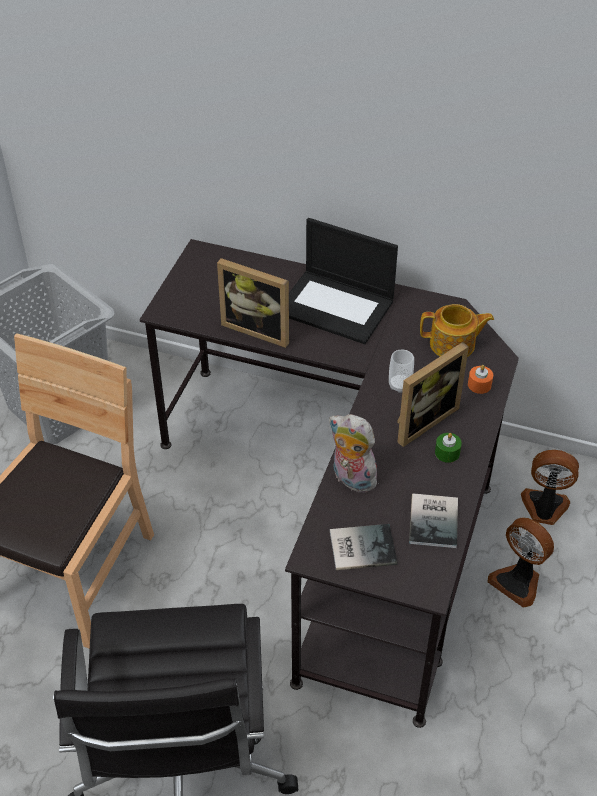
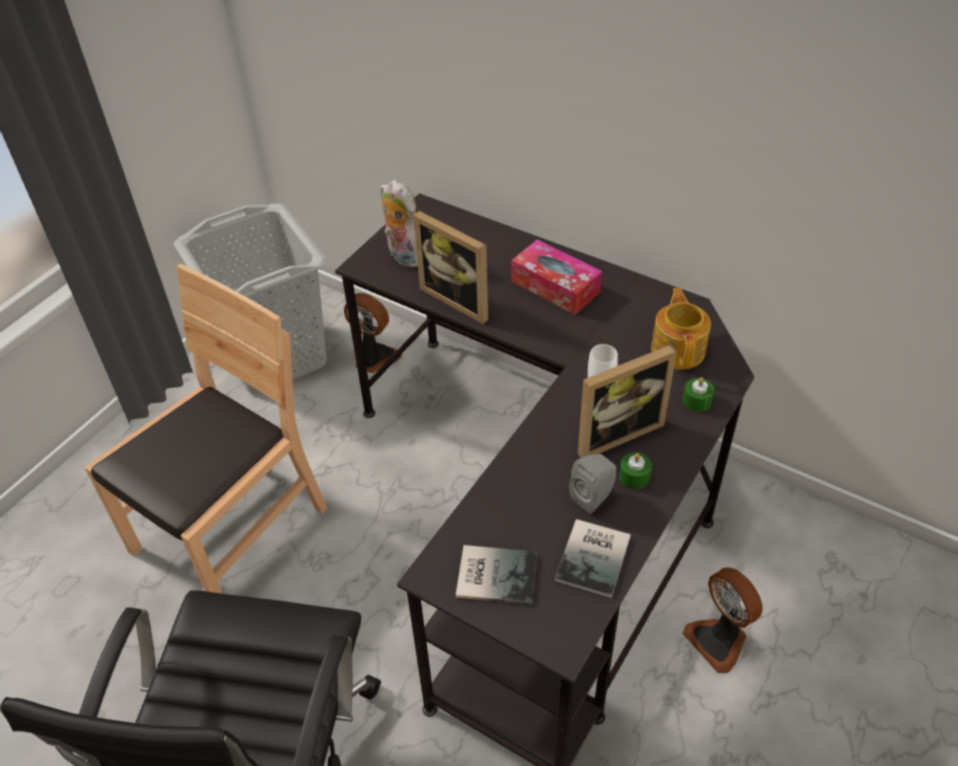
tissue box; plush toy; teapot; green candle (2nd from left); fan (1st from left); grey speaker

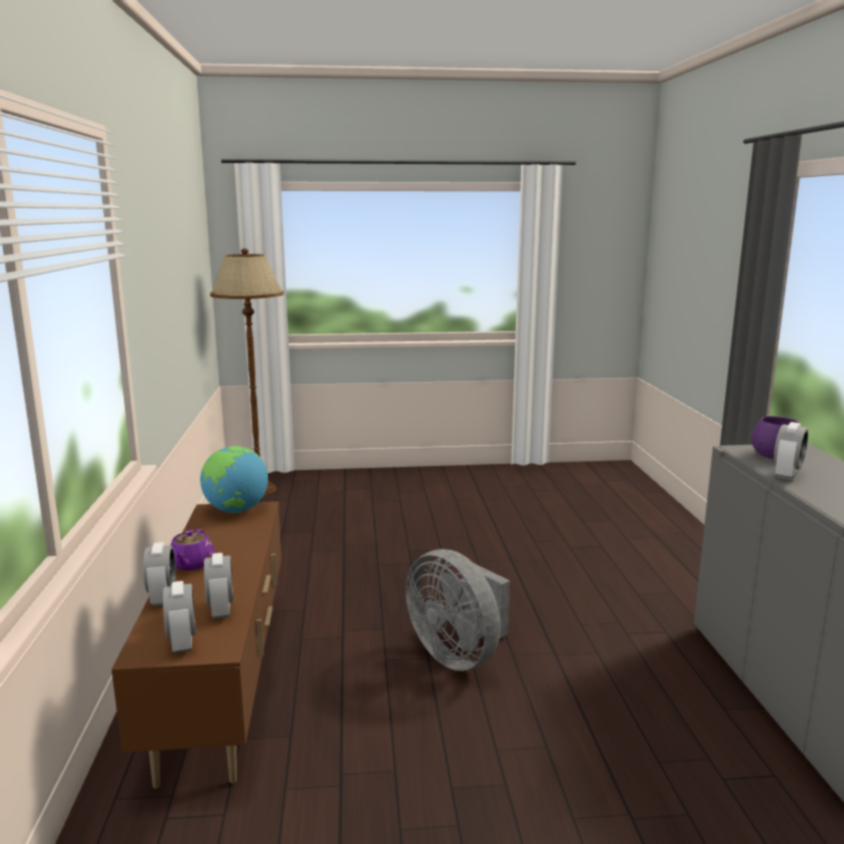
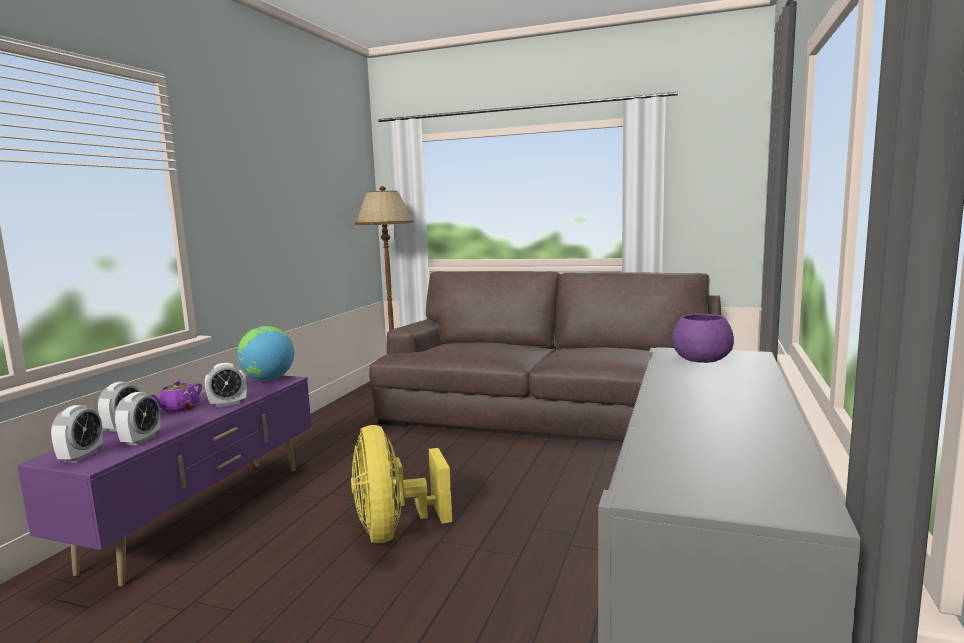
purple tv stand; yellow fan; alarm clock (4th from left); brown sofa

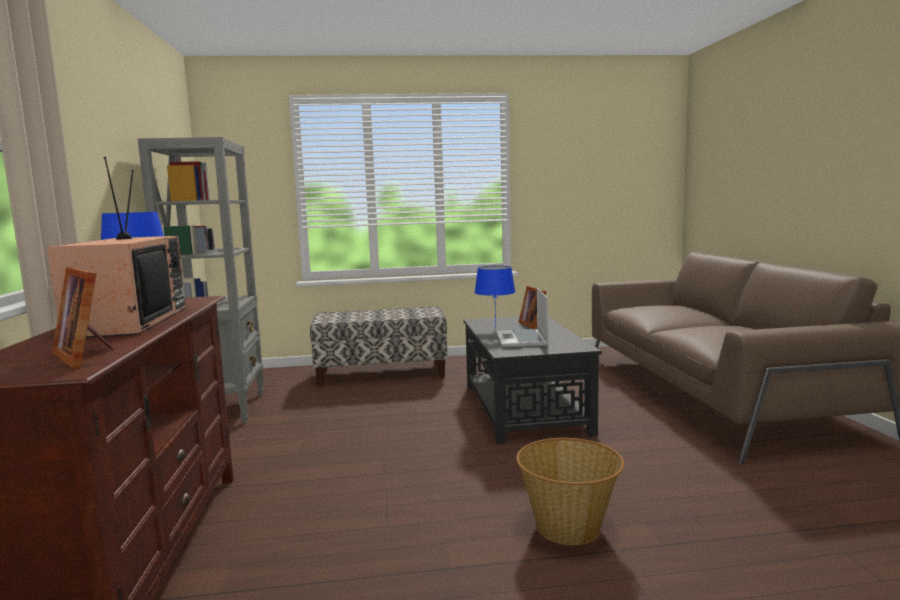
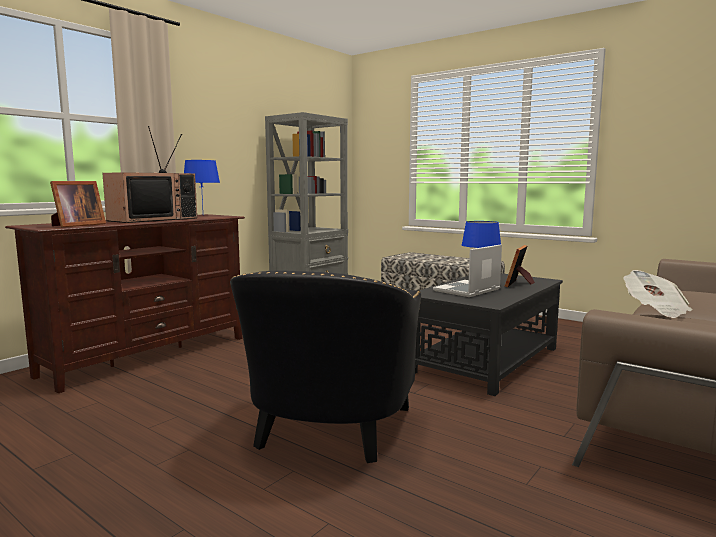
picture frame (1st from left); black armchair; newspaper

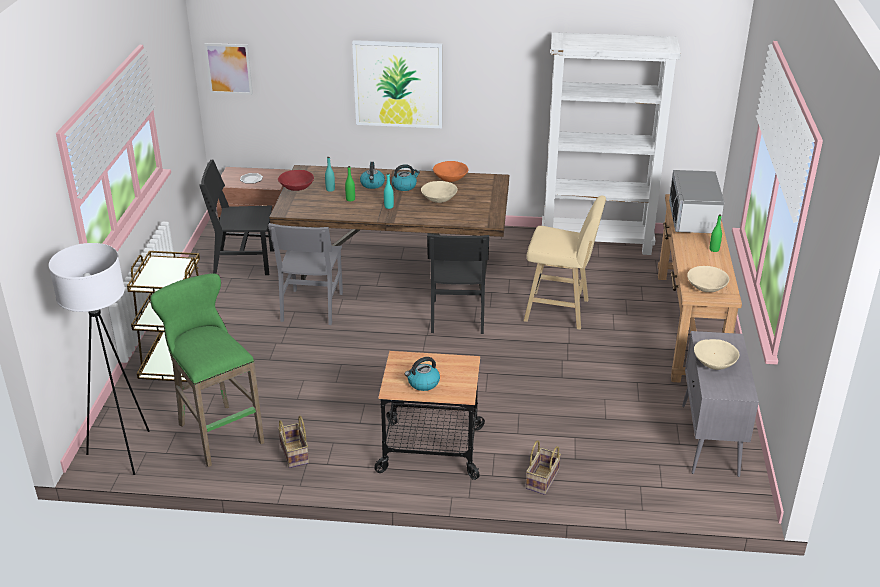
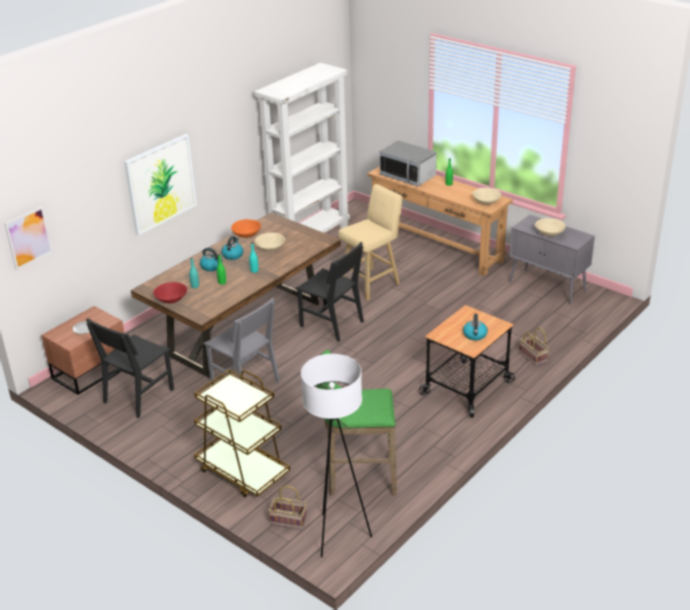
basket (1st from left)

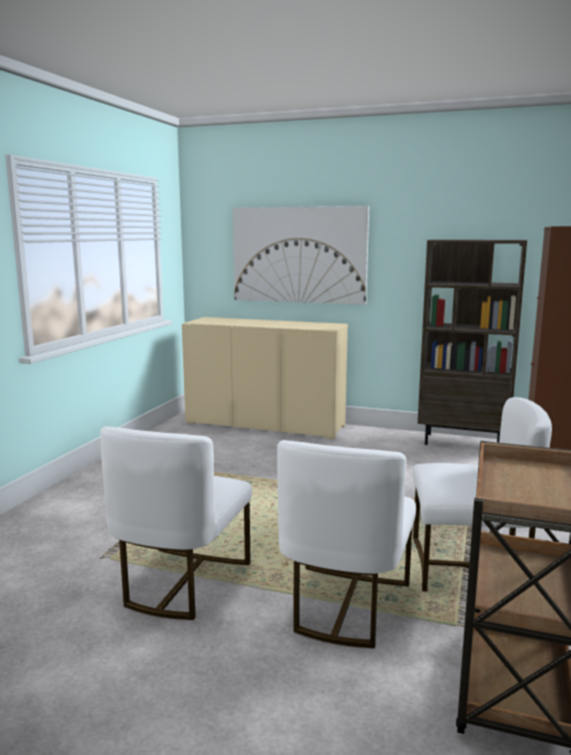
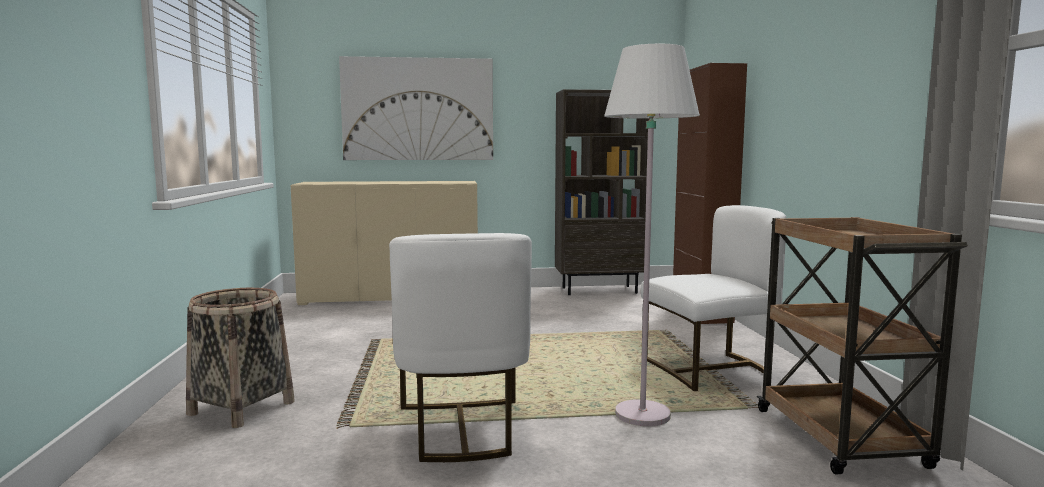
white floor lamp; basket

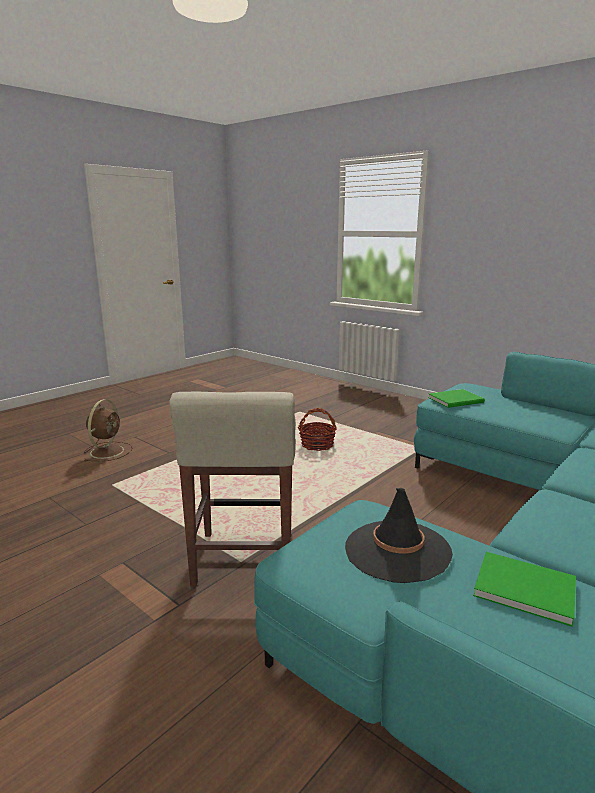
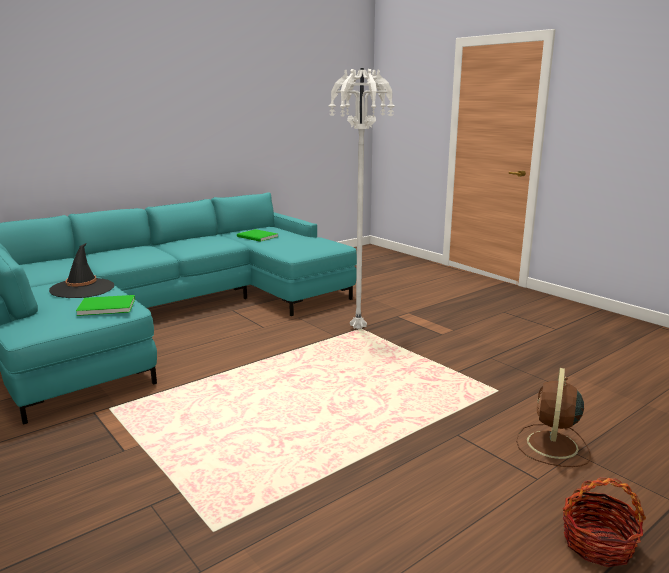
white floor lamp; basket; black hat

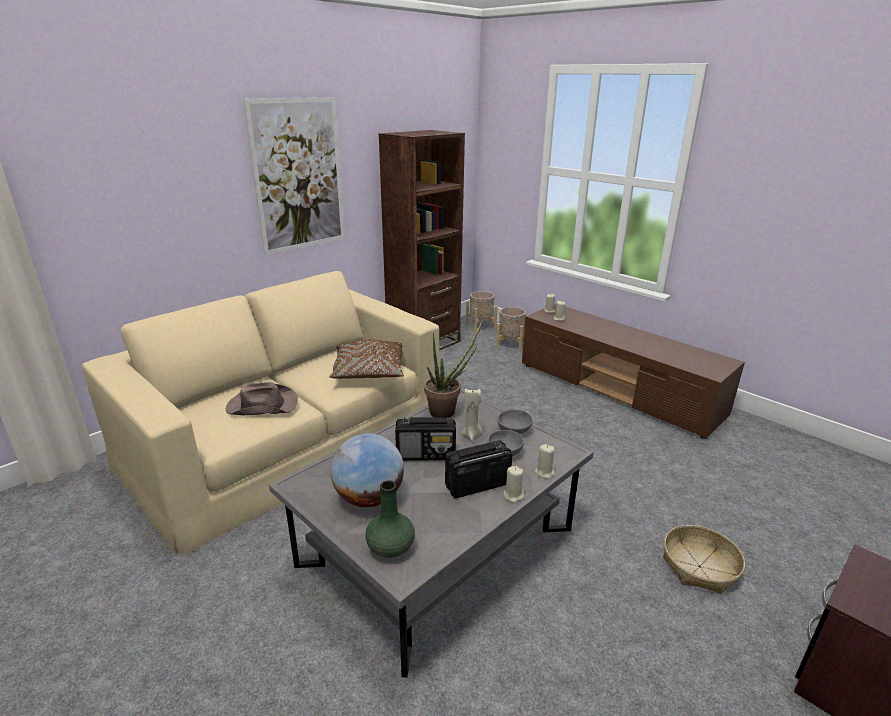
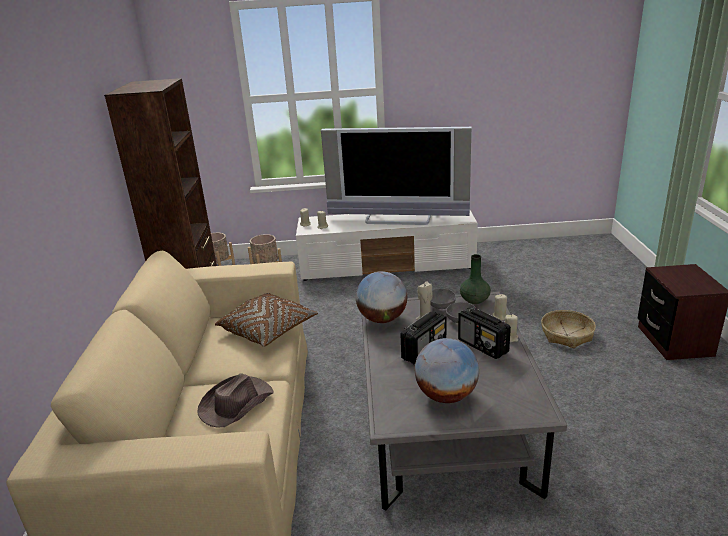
picture; green vase; globe (1st from left); radio (2nd from left); white tv stand; television

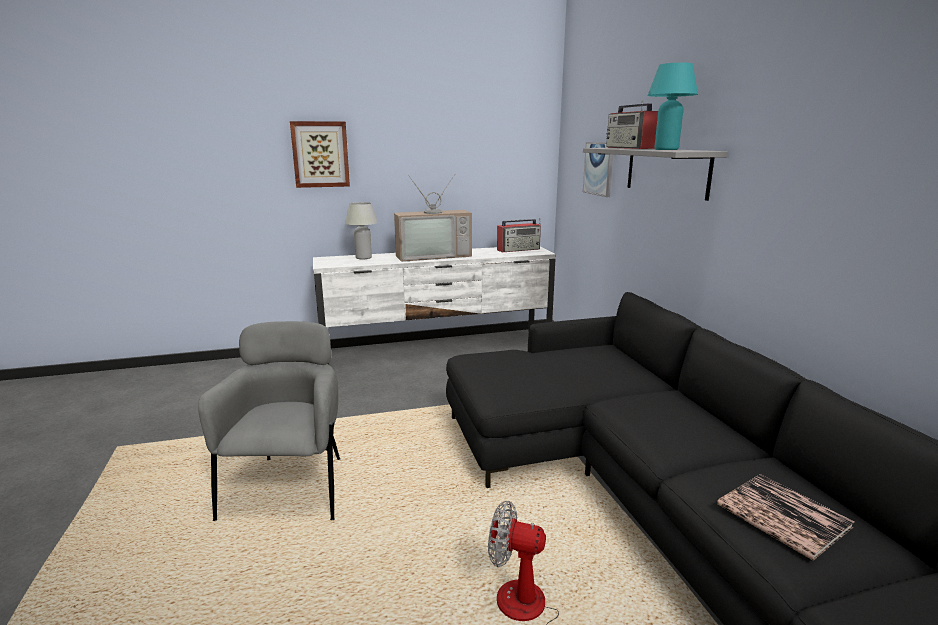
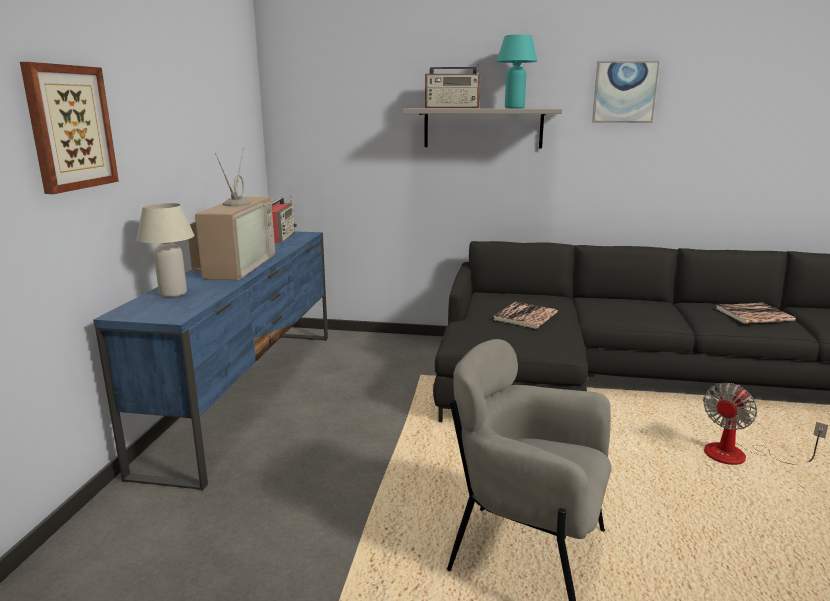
blue tv stand; picture (2nd from left); book (1st from left)

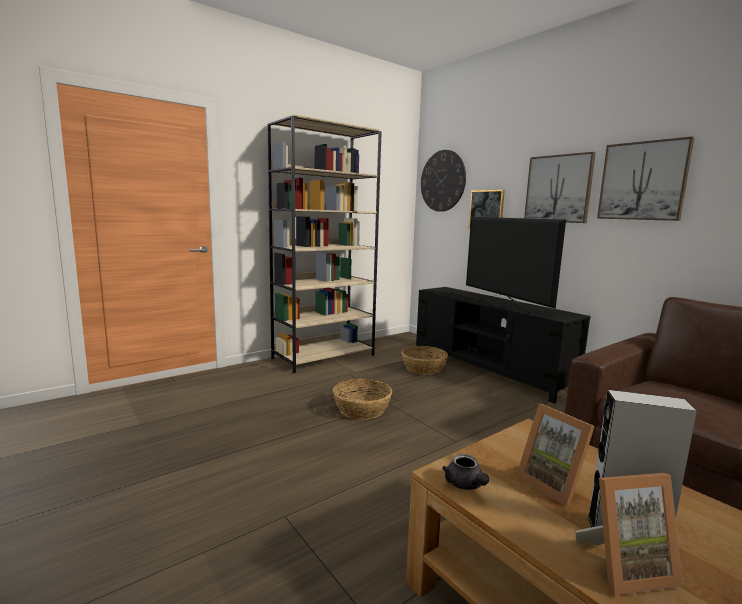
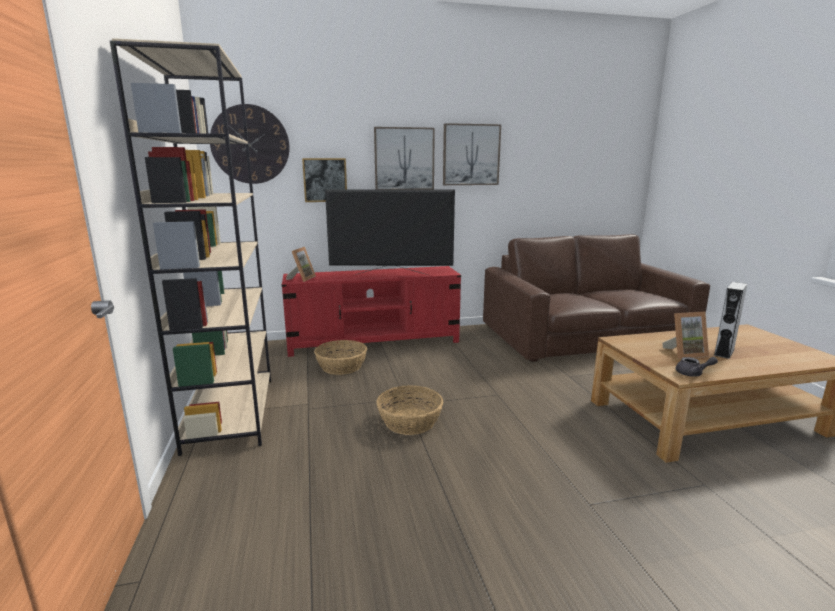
red tv stand; picture frame (1st from left)

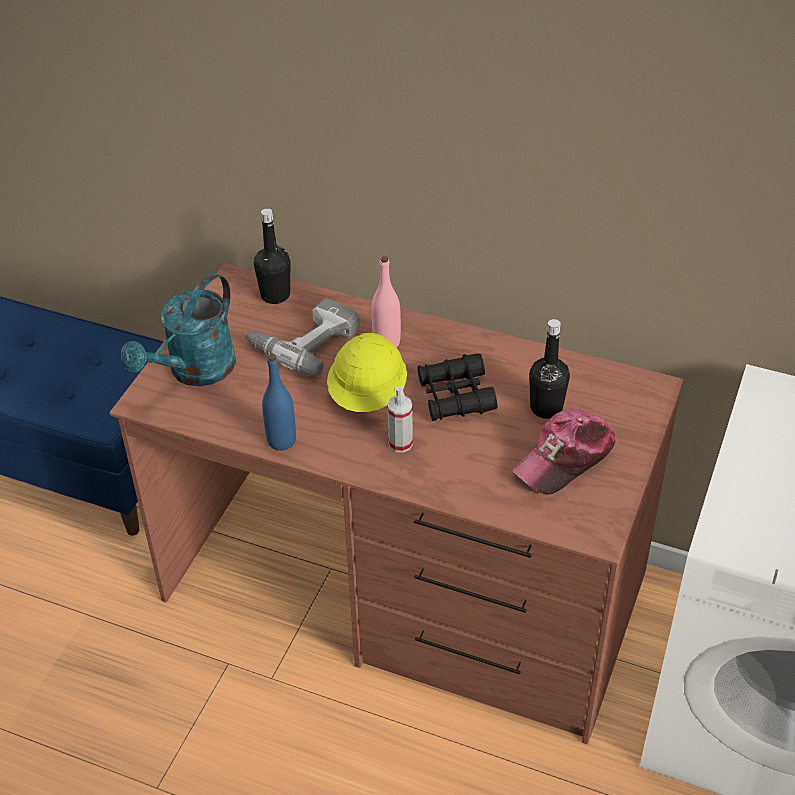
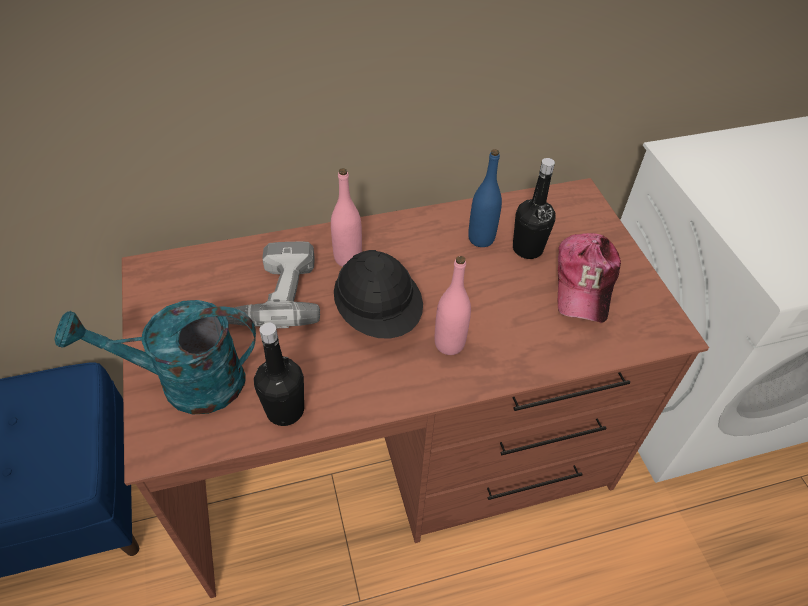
turquoise watering can; black bottle (1st from left); blue bottle; black hard hat; pink bottle (2nd from left); black binoculars

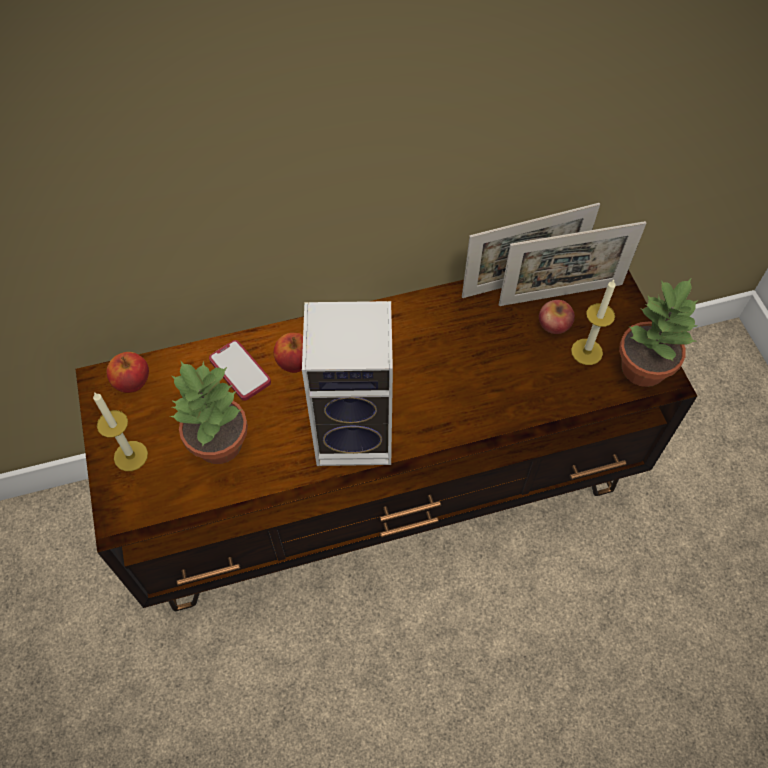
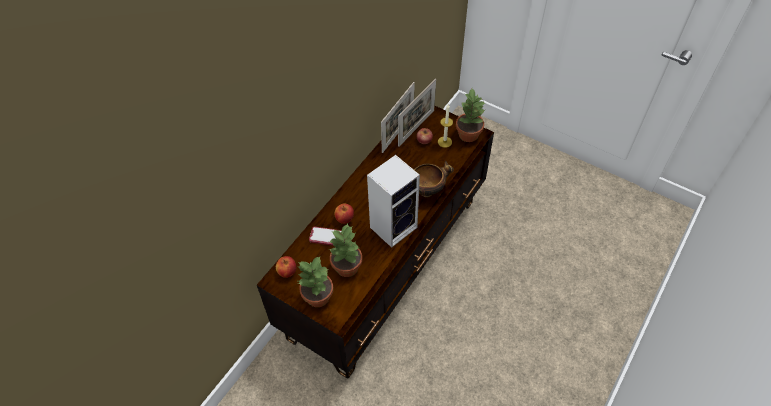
potted plant (1st from left); bowl

